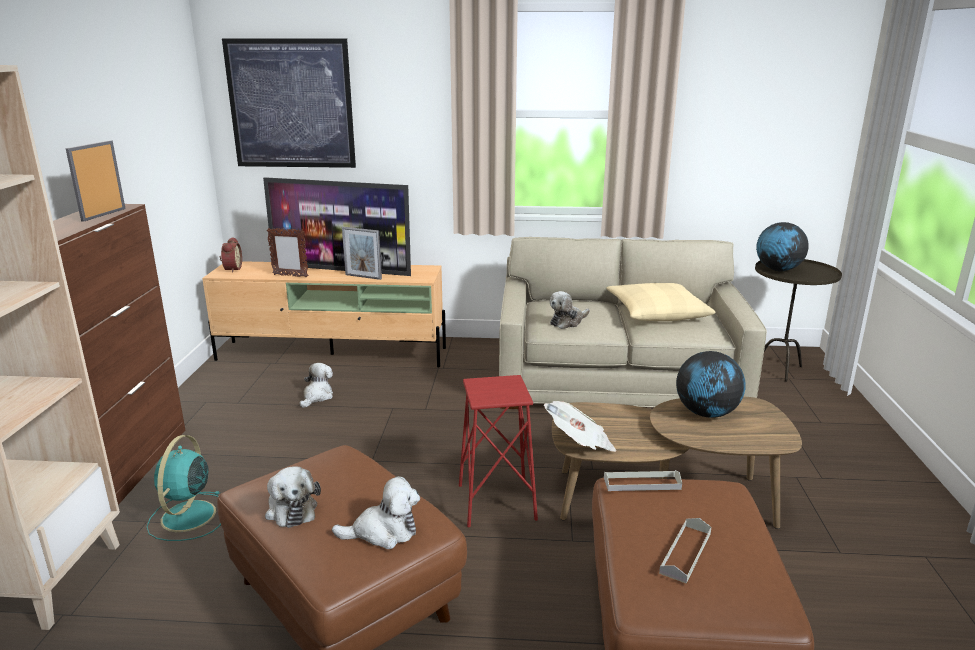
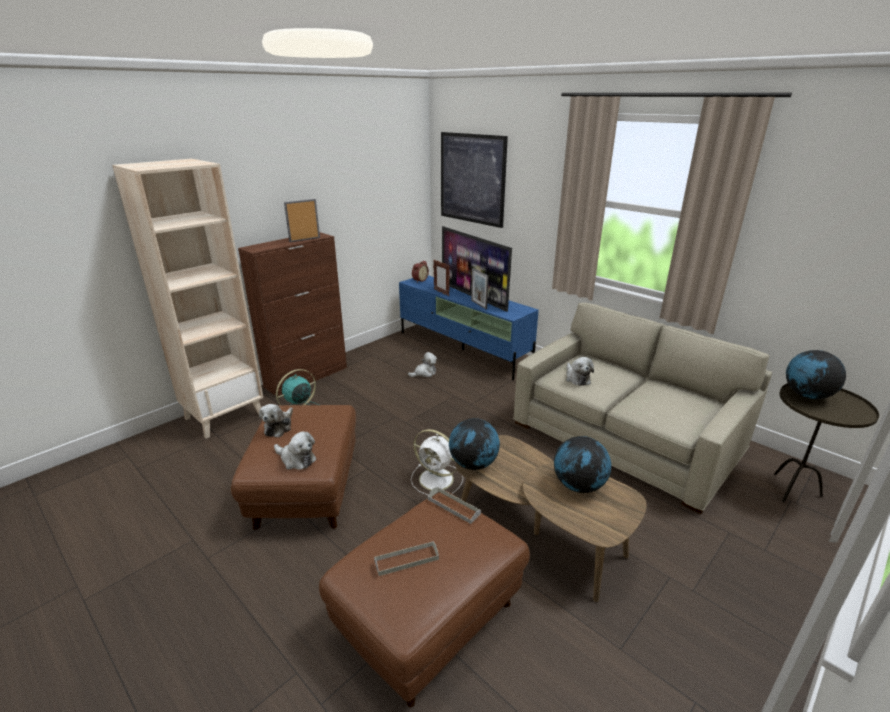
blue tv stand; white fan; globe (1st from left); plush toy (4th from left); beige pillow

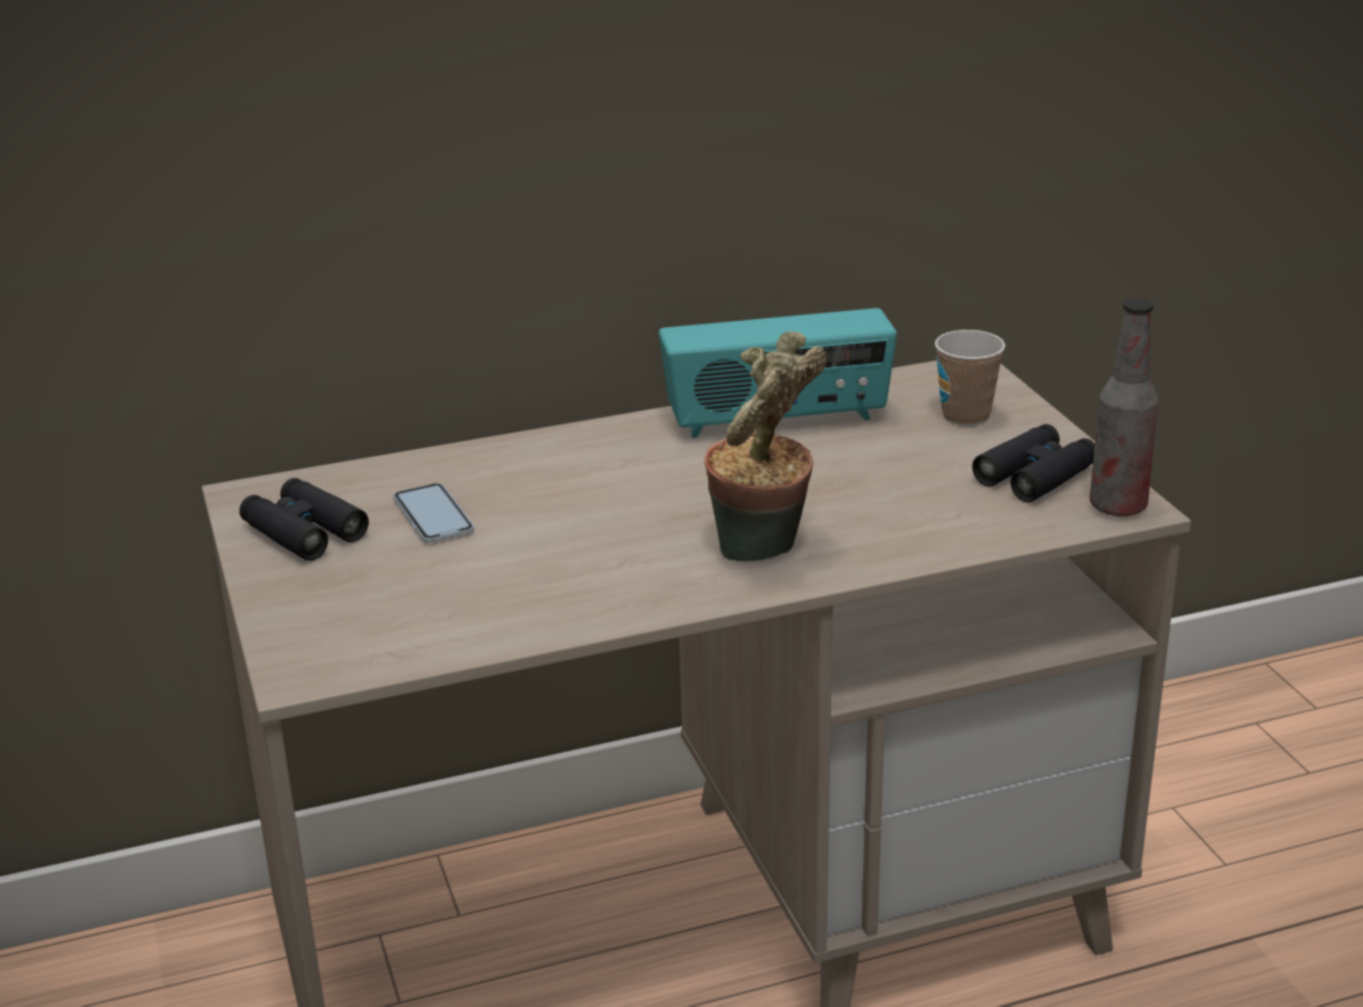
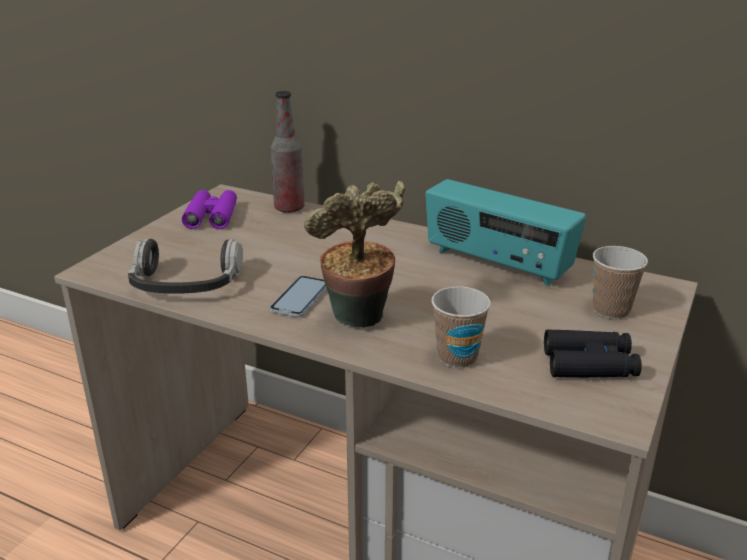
purple binoculars; phone; bottle; headphones; cup (1st from left)

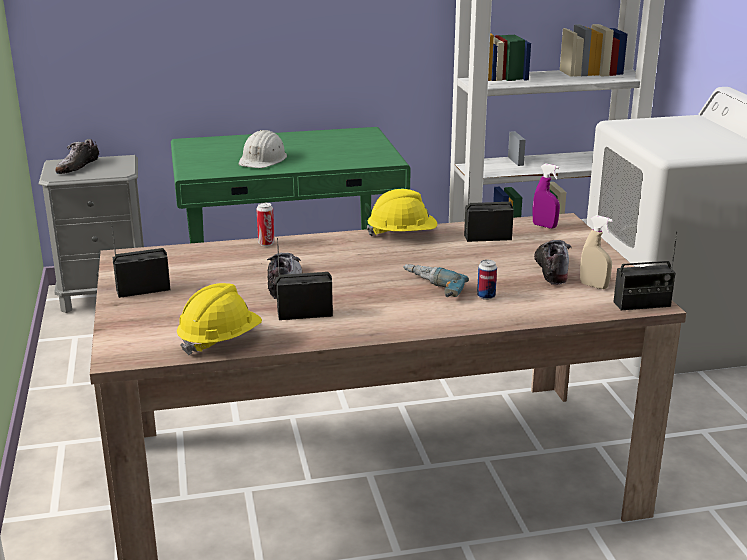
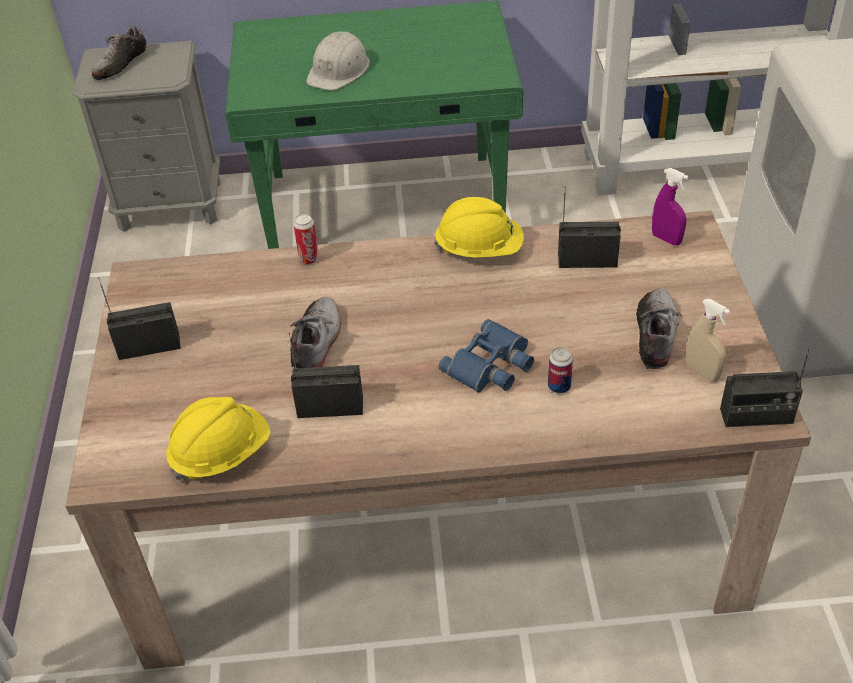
blue binoculars

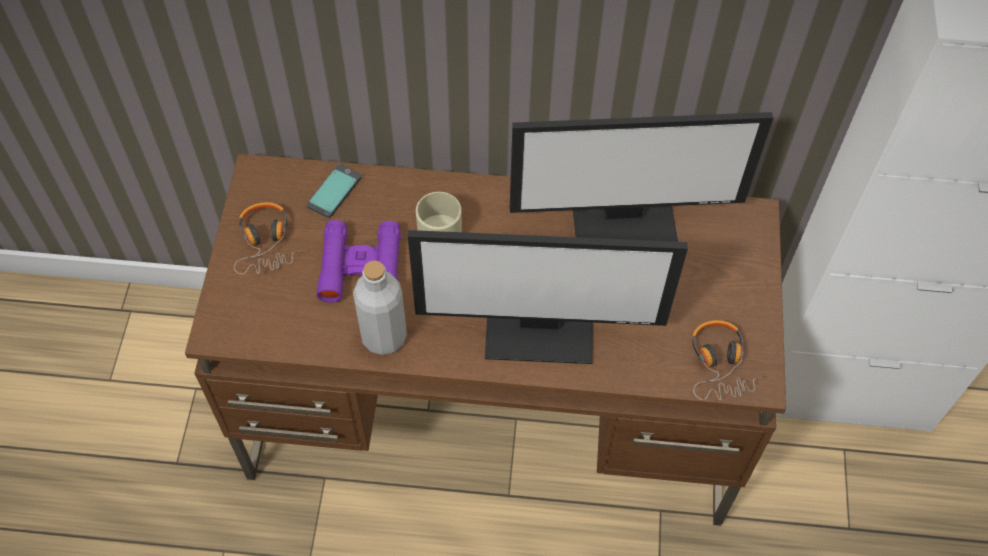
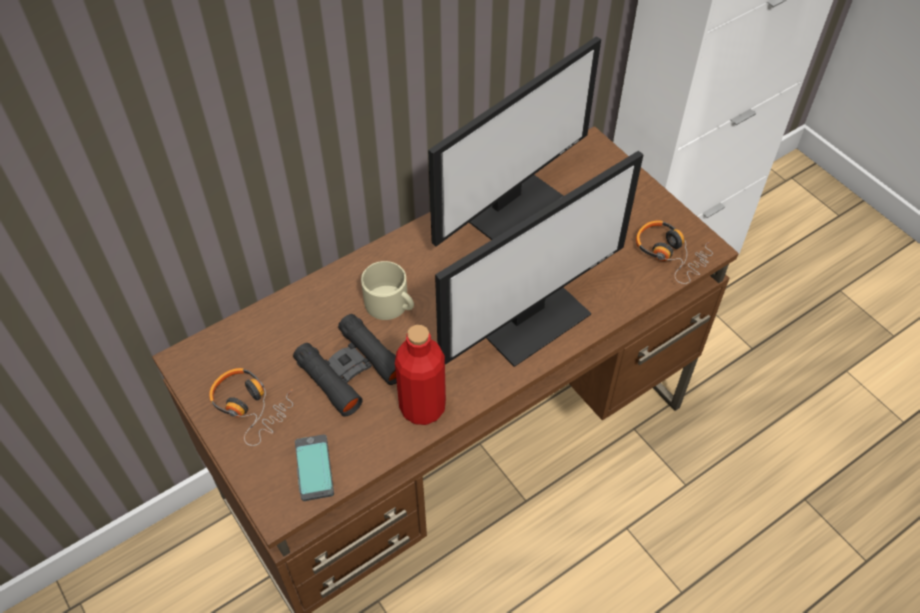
phone; black binoculars; red bottle

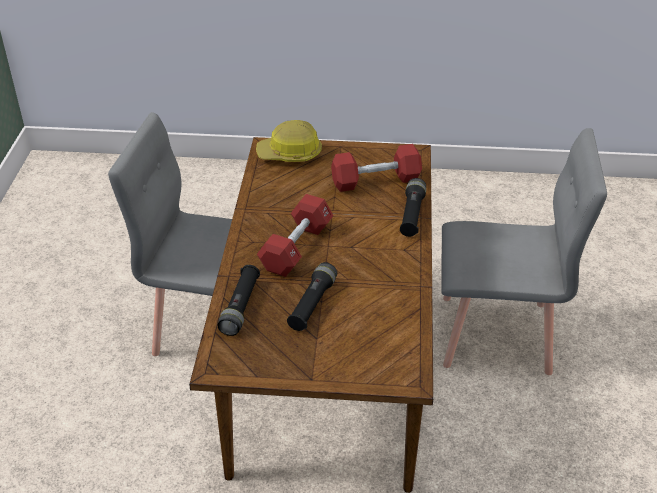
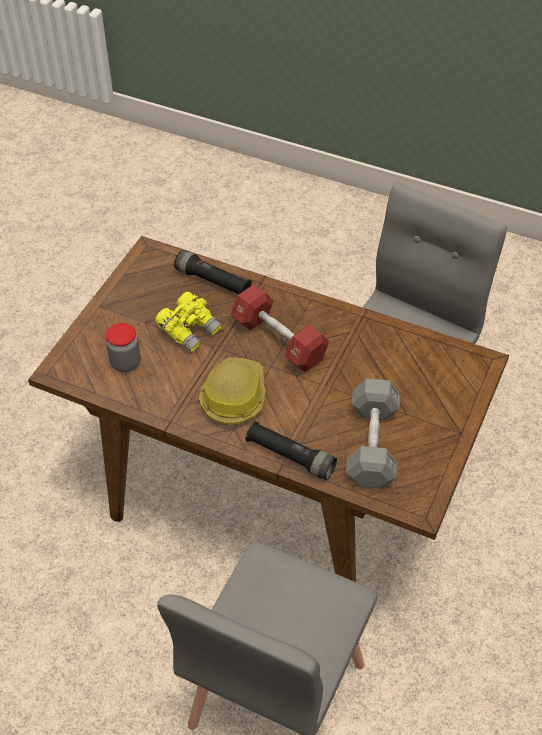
hard hat; yellow binoculars; grey dumbbell; jar

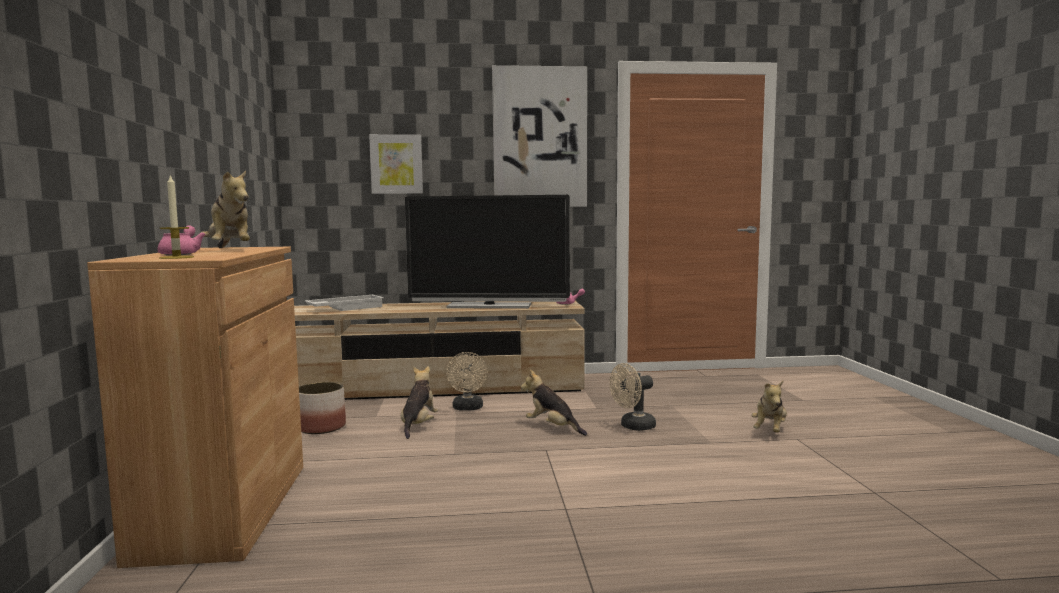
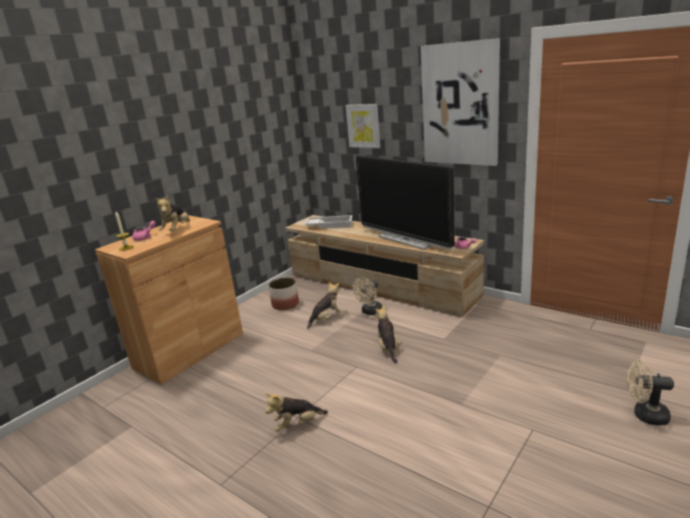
beige fan (2nd from left); plush toy (2nd from left)

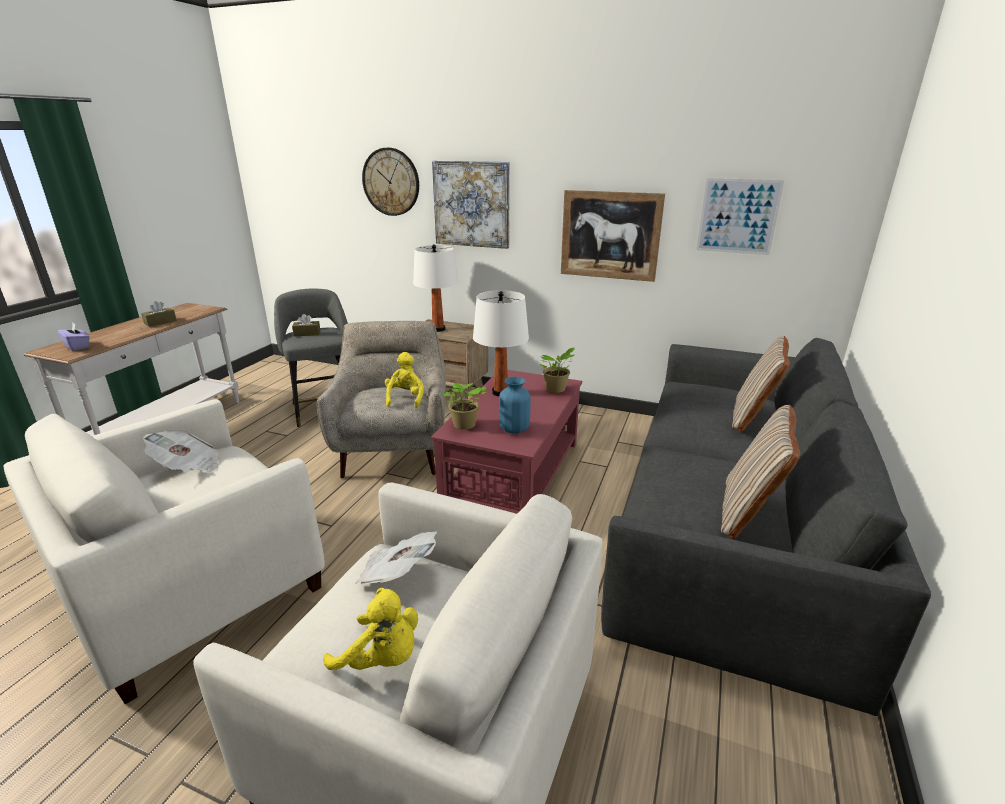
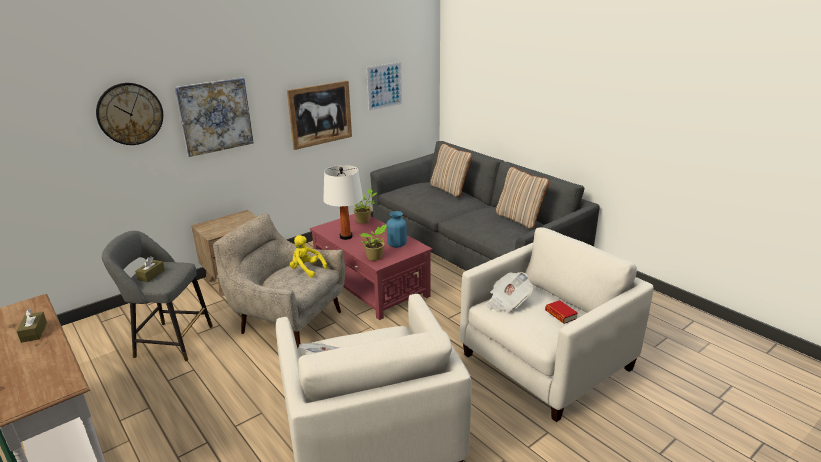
purple tissue box; book; white table lamp (1st from left in the first image)

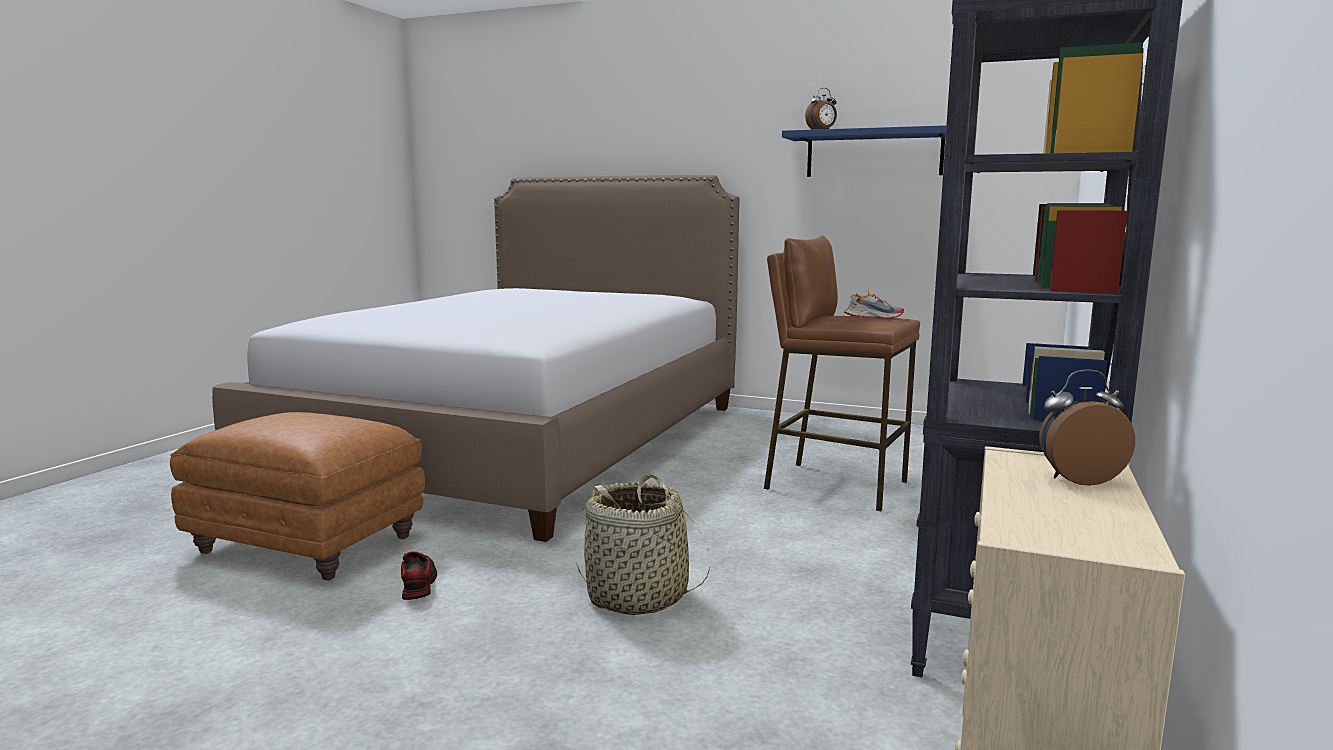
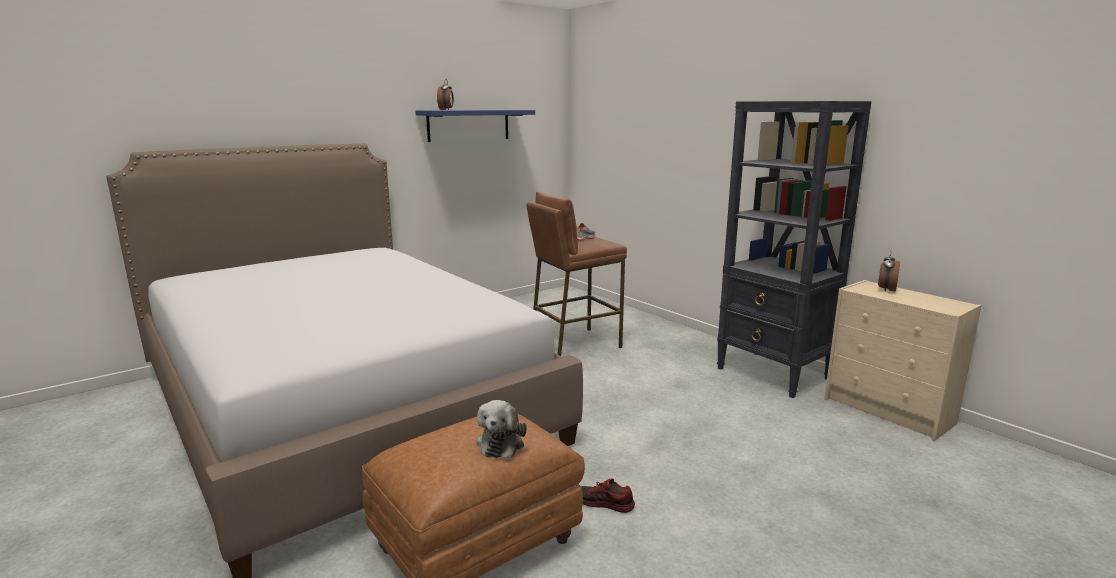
basket; plush toy

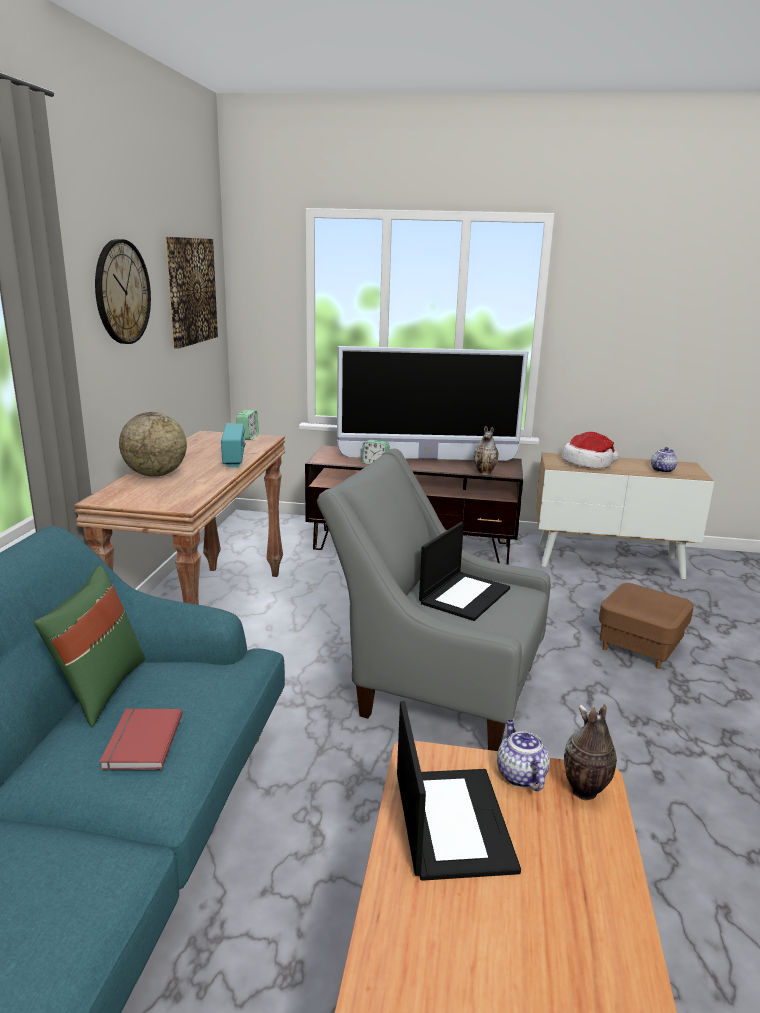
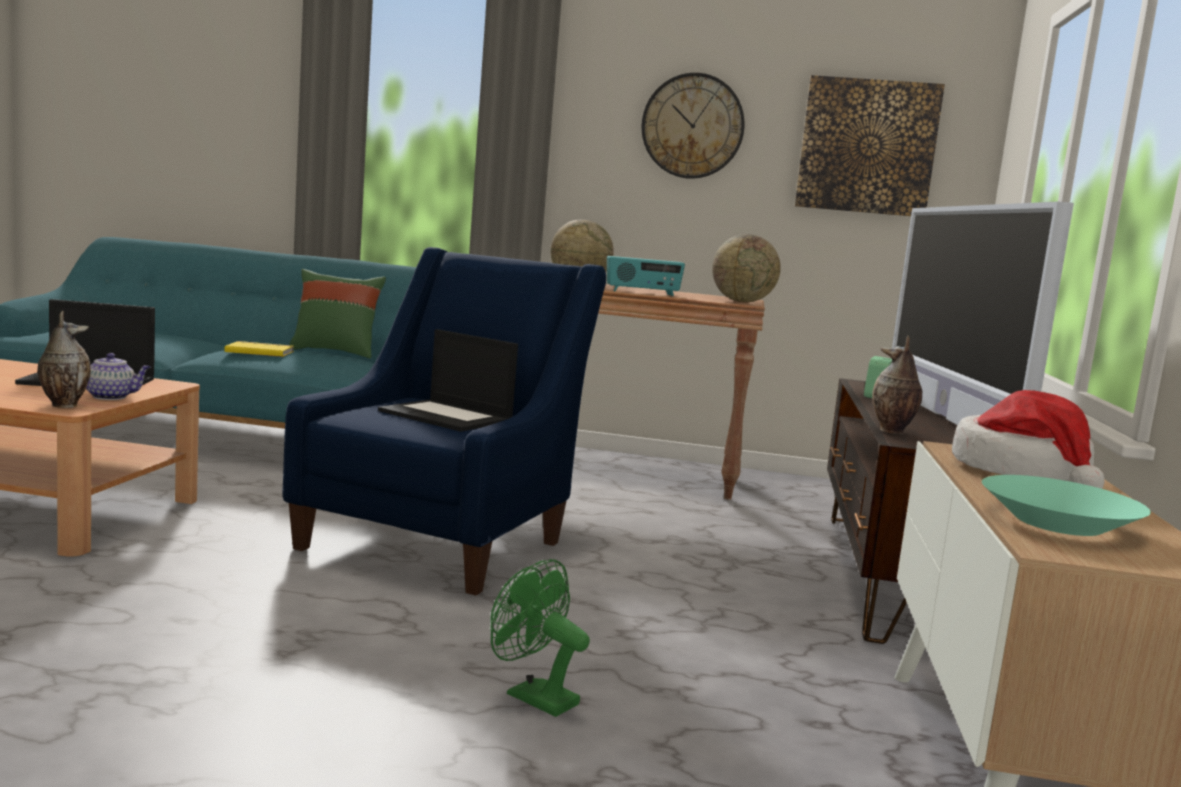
yellow book; globe (2nd from left); blue armchair; green fan; turquoise bowl

